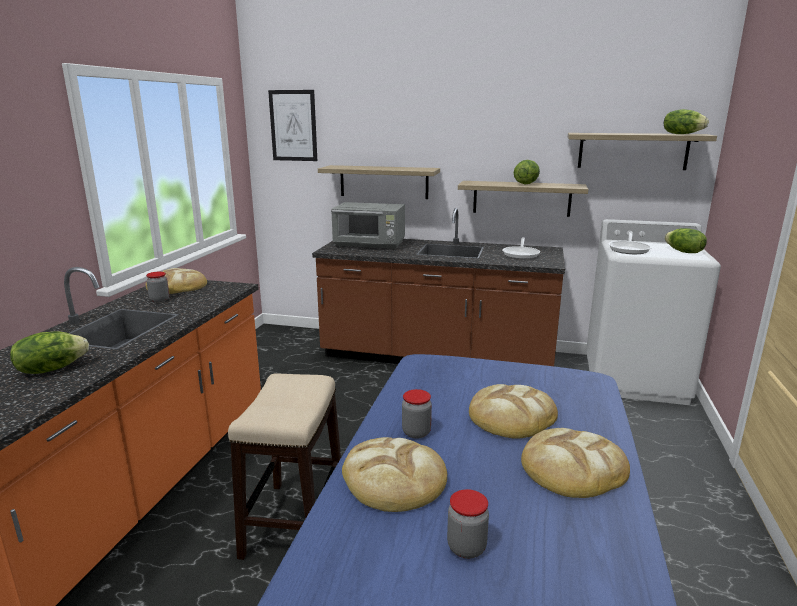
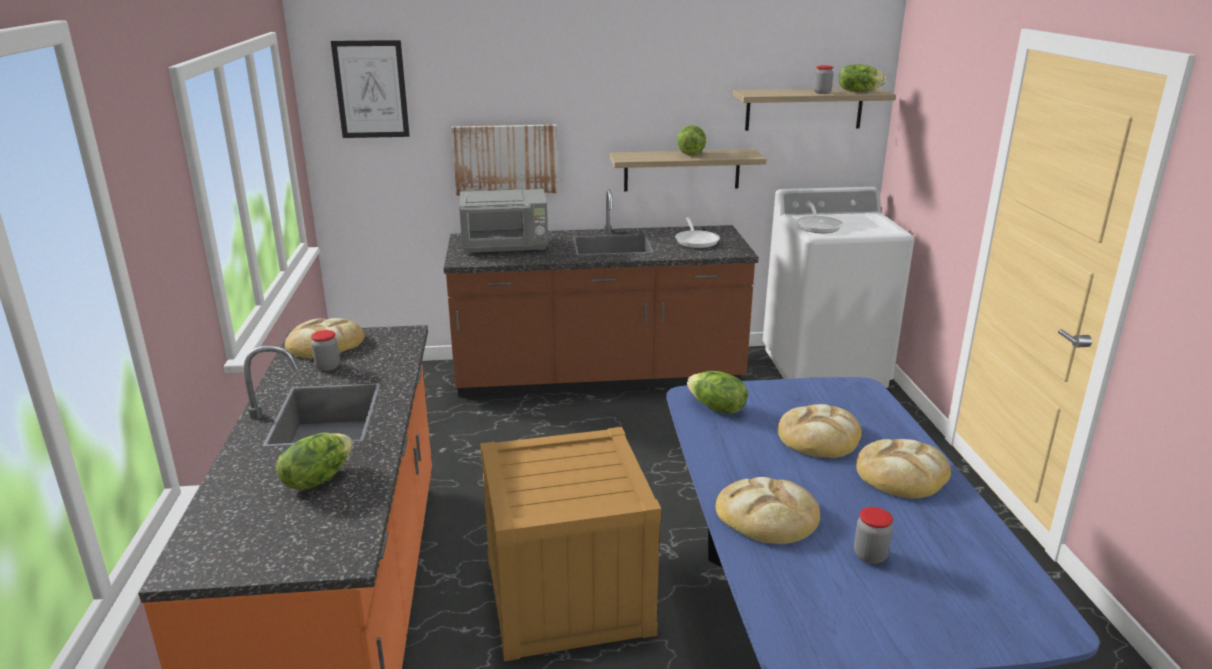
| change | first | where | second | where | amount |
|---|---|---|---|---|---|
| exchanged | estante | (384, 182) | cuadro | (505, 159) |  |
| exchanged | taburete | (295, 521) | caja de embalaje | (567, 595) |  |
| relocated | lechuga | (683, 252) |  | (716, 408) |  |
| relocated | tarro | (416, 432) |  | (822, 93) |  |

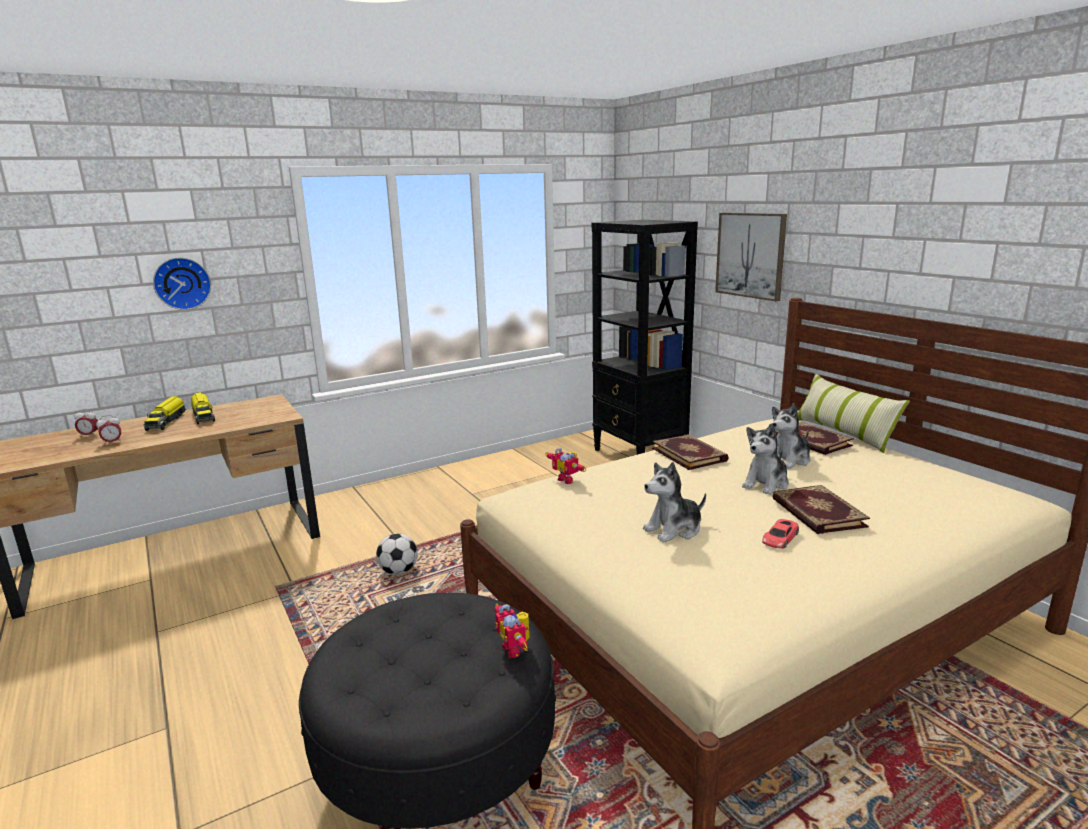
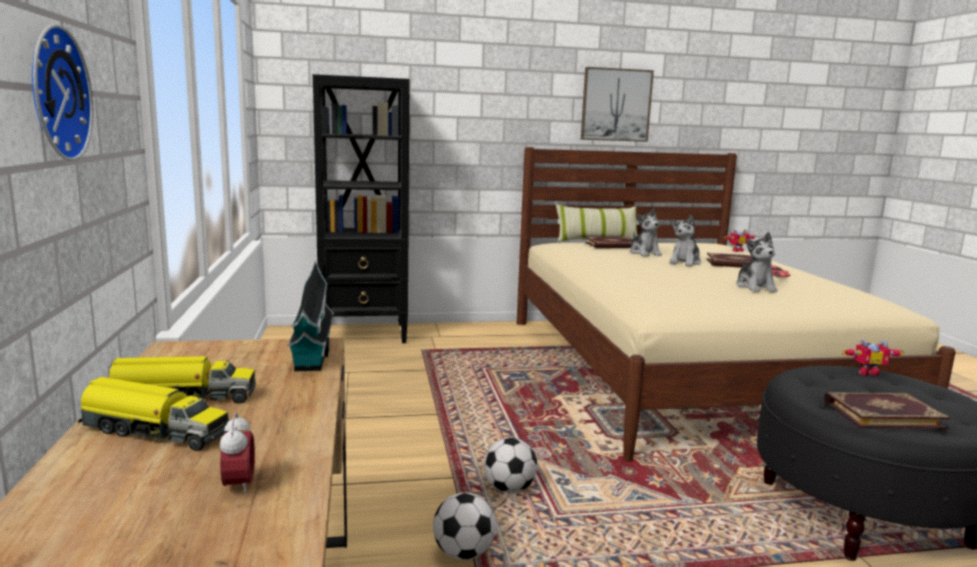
| change | first | where | second | where | amount |
|---|---|---|---|---|---|
| appeared |  |  | casita | (312, 355) |  |
| appeared |  |  | balón de fútbol | (463, 553) |  |
| relocated | cuadro | (751, 255) |  | (616, 105) |  |
| spun | peluche | (766, 484) |  | (685, 262) | 60 degrees clockwise |
| relocated | robot de juguete | (568, 479) |  | (736, 250) |  |
| relocated | libro | (689, 454) |  | (882, 413) |  |
| missing | despertador | (89, 435) |  |  |  |

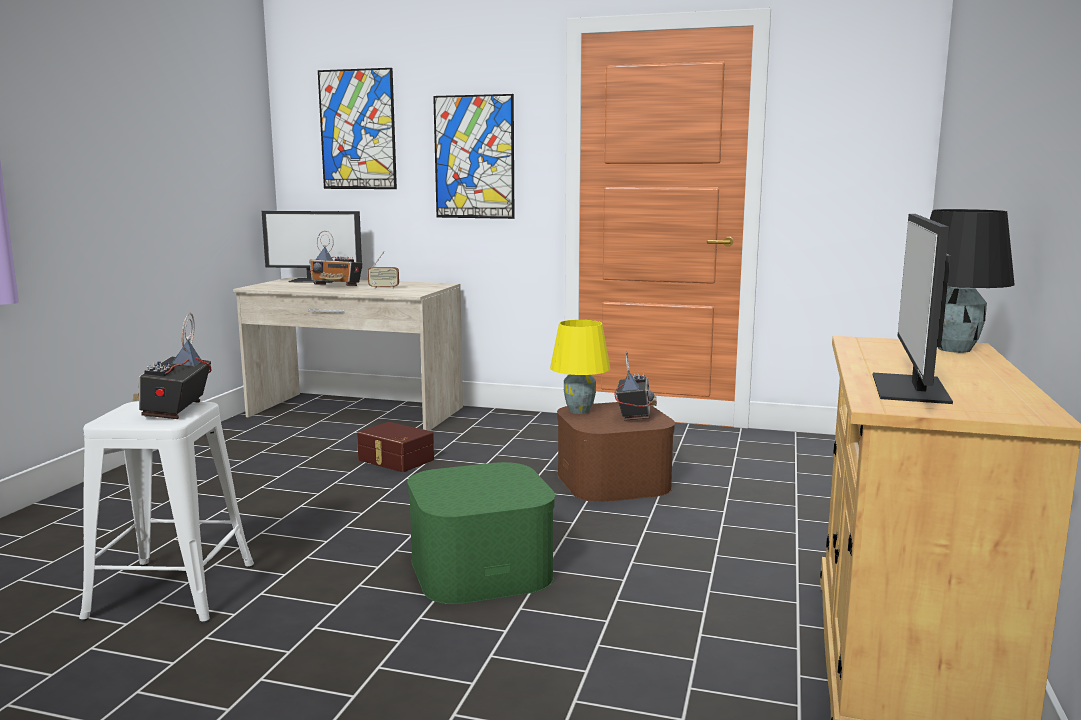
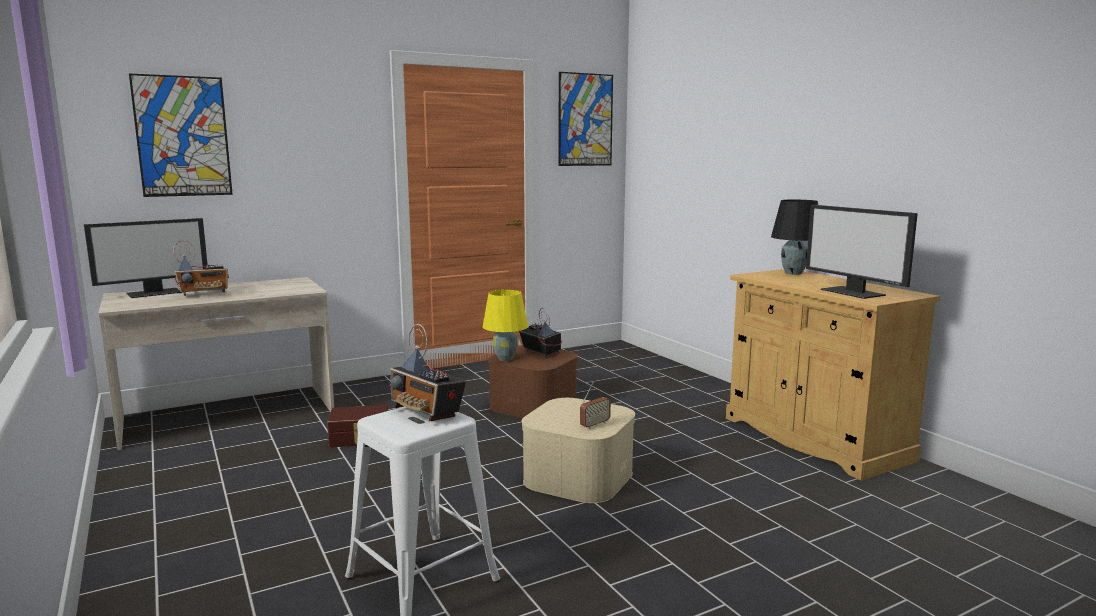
| change | first | where | second | where | amount |
|---|---|---|---|---|---|
| colour | caja de almacenaje/verde | (481, 568) | caja de almacenaje/beis | (578, 476) |  |
| relocated | cuadro | (474, 157) |  | (585, 120) |  |
| relocated | radio | (384, 288) |  | (594, 425) |  |

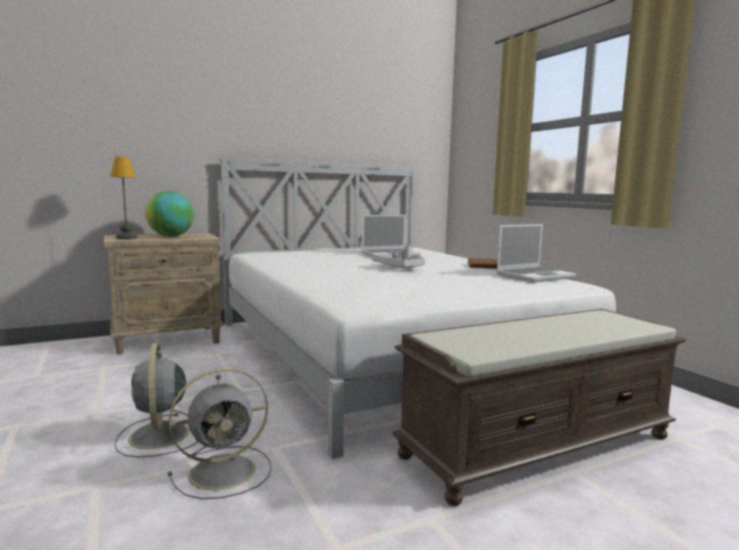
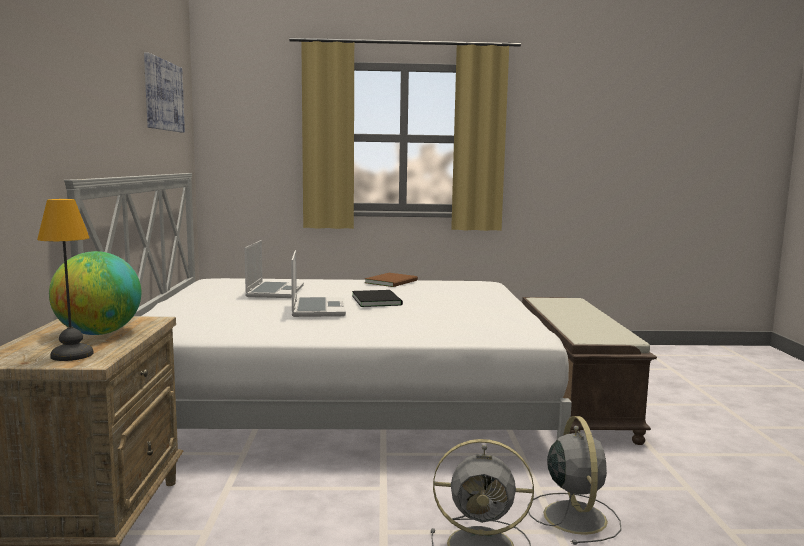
| change | first | where | second | where | amount |
|---|---|---|---|---|---|
| appeared |  |  | cuadro | (163, 95) |  |
| relocated | portátil | (535, 276) |  | (317, 309) |  |
| exchanged | bandeja/gris | (400, 267) | libro/negro | (377, 300) |  |

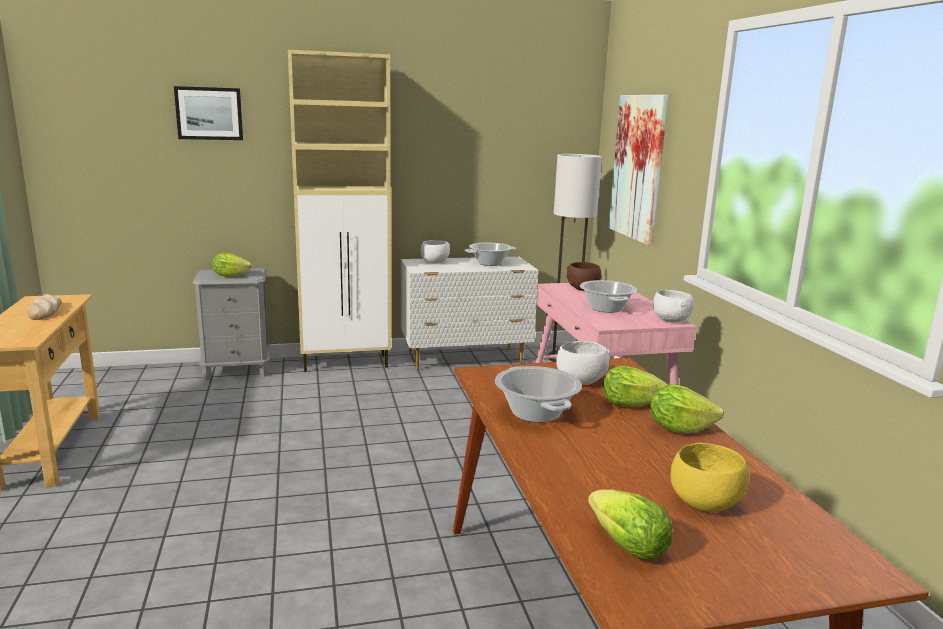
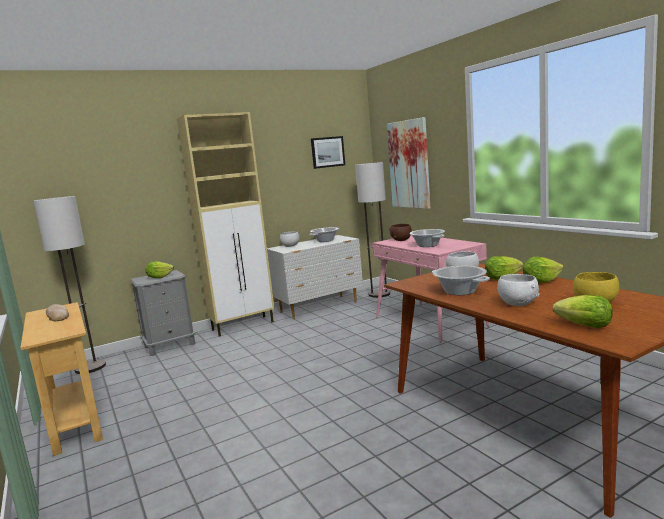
| change | first | where | second | where | amount |
|---|---|---|---|---|---|
| appeared |  |  | lámpara de pie | (90, 367) |  |
| relocated | cuadro | (209, 113) |  | (327, 152) |  |
| relocated | cuenco/blanco | (671, 320) |  | (517, 304) |  |

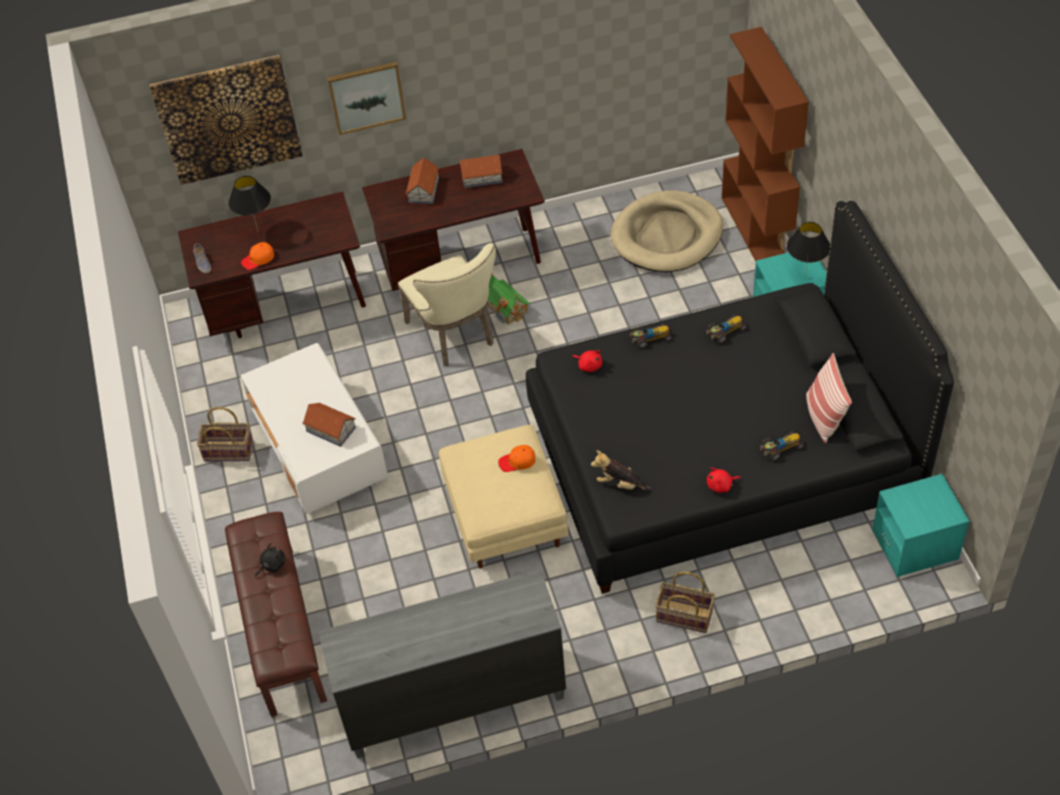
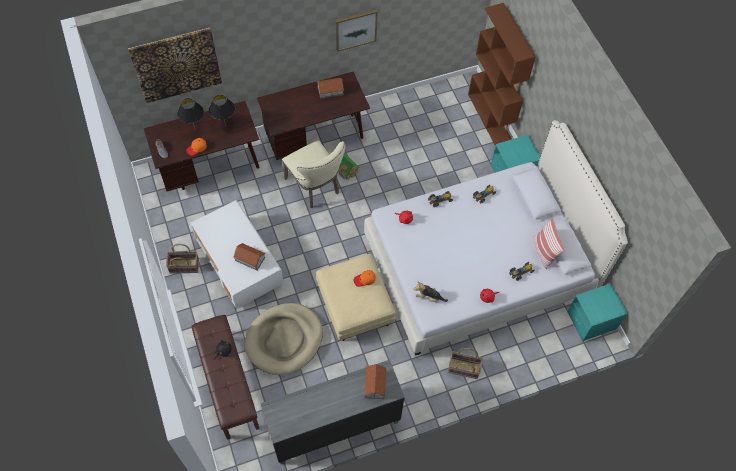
| change | first | where | second | where | amount |
|---|---|---|---|---|---|
| relocated | lámpara de mesa/negro | (805, 278) |  | (225, 125) |  |
| relocated | cama para perro/beis | (667, 236) |  | (284, 340) |  |
| relocated | cuadro | (366, 97) |  | (356, 29) |  |
| colour | cama/negro | (721, 456) | cama/blanco | (478, 265) |  |
| relocated | casita | (423, 190) |  | (374, 385) |  |

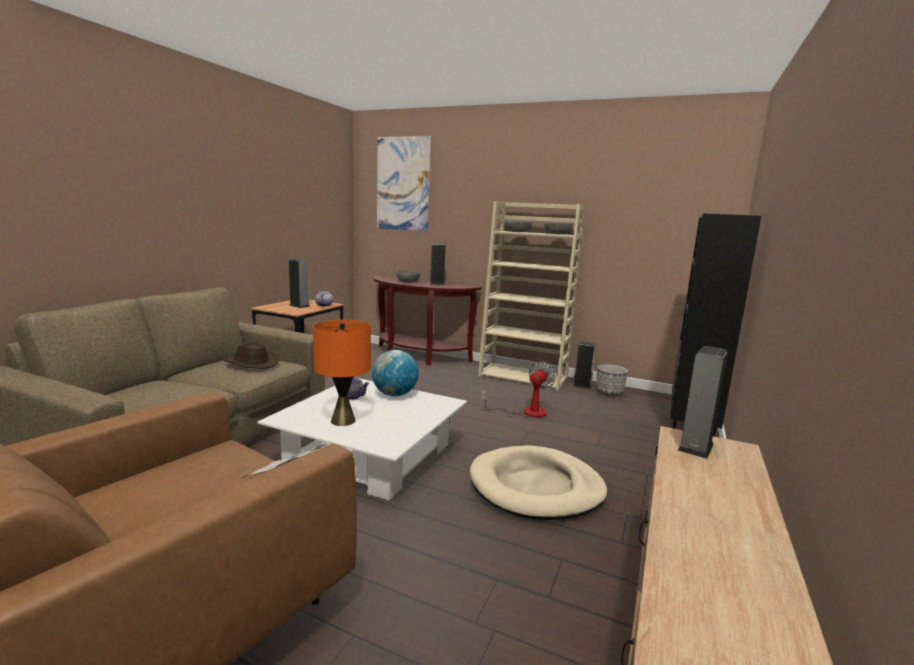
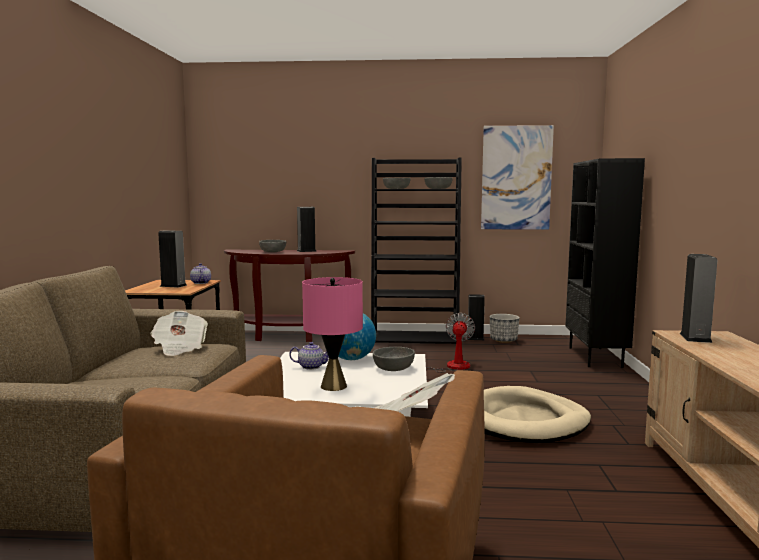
| change | first | where | second | where | amount |
|---|---|---|---|---|---|
| exchanged | sombrero/marrón | (251, 363) | periódico | (179, 348) |  |
| colour | lámpara de mesa/naranja | (342, 421) | lámpara de mesa/rosa | (333, 386) |  |
| colour | estantería/beis | (524, 377) | estantería/negro | (415, 339) |  |
| appeared |  |  | cuenco/gris | (393, 368) |  |
| relocated | cuadro | (403, 184) |  | (516, 178) |  |

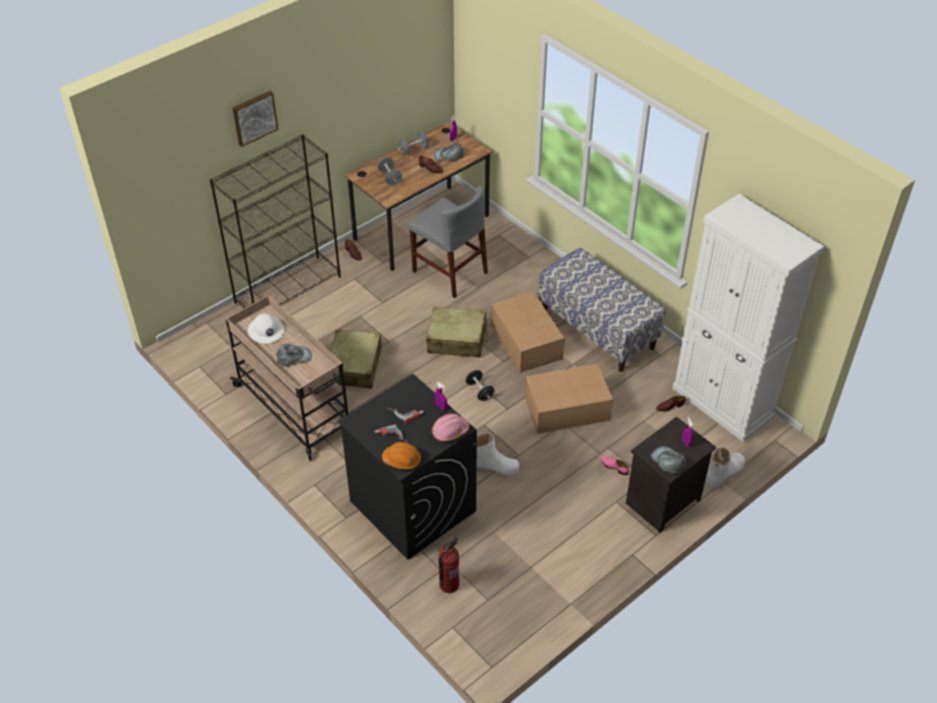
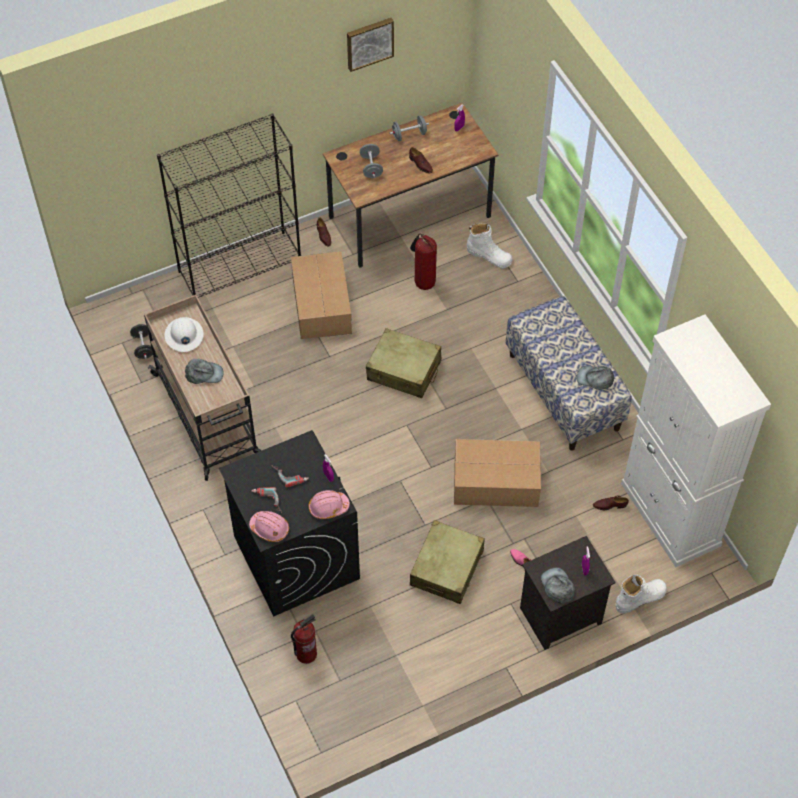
| change | first | where | second | where | amount |
|---|---|---|---|---|---|
| relocated | mancuerna/negro | (479, 391) |  | (143, 347) |  |
| colour | casco/naranja | (402, 460) | casco/rosa | (270, 528) |  |
| relocated | caja de cartón | (526, 340) |  | (322, 303) |  |
| relocated | cuadro | (254, 117) |  | (369, 43) |  |
| exchanged | silla/gris | (449, 272) | extintor | (423, 282) |  |
| relocated | maleta/beis | (354, 366) |  | (447, 568) |  |
| relocated | bota/blanco | (494, 465) |  | (489, 256) |  |
| relocated | gorra/gris | (448, 155) |  | (595, 379) |  |

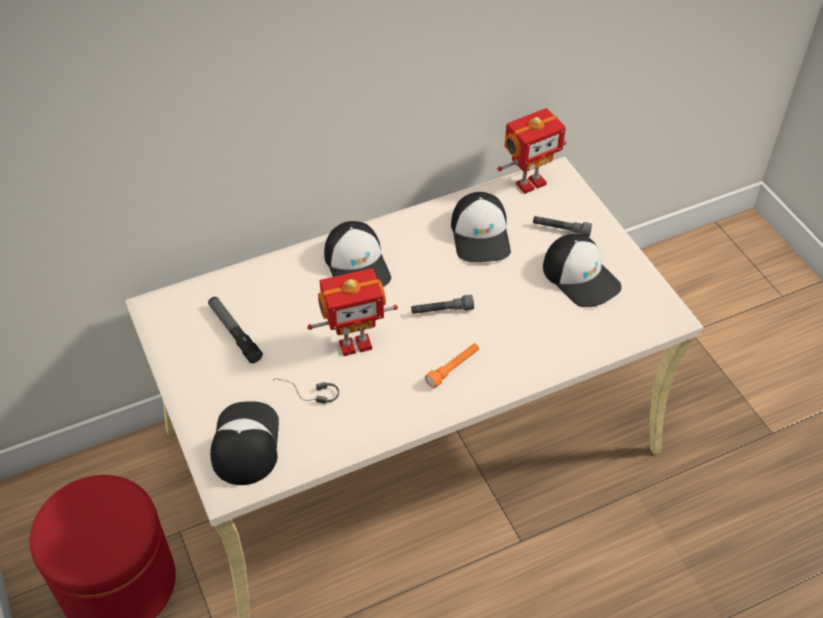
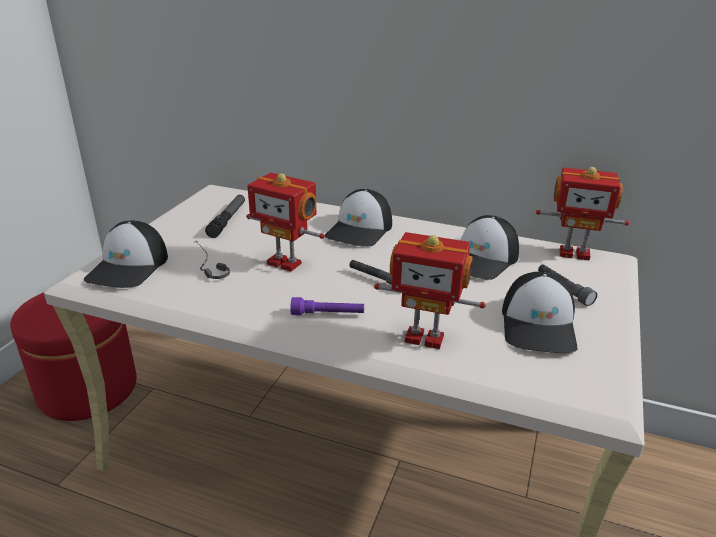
| change | first | where | second | where | amount |
|---|---|---|---|---|---|
| spun | gorra | (245, 443) |  | (129, 267) | 150 degrees clockwise |
| colour | linterna/naranja | (453, 368) | linterna/morado | (327, 314) |  |
| appeared |  |  | robot de juguete | (424, 337) |  |

